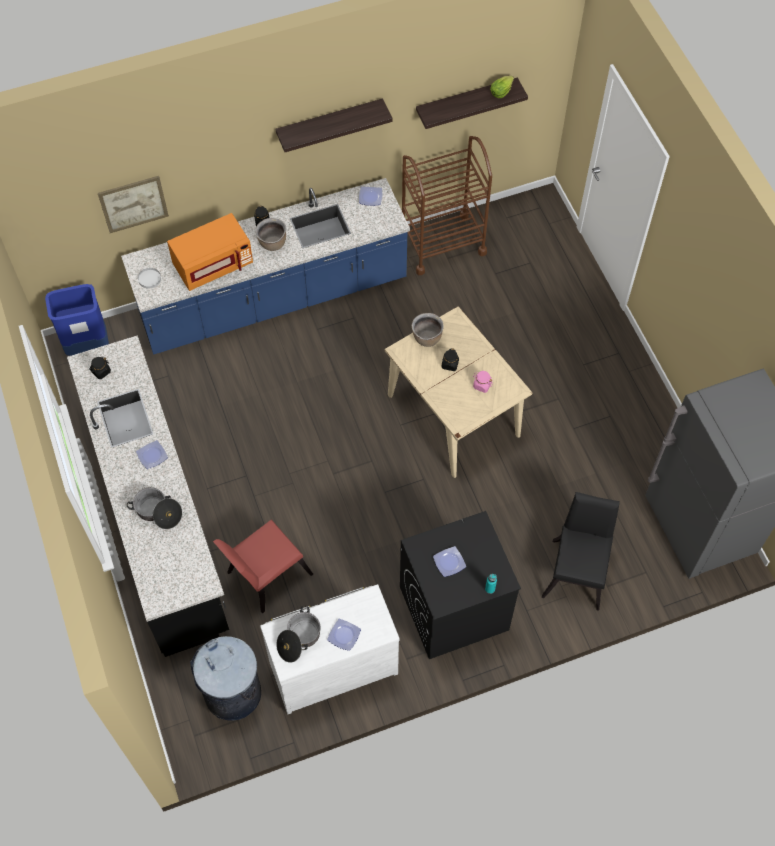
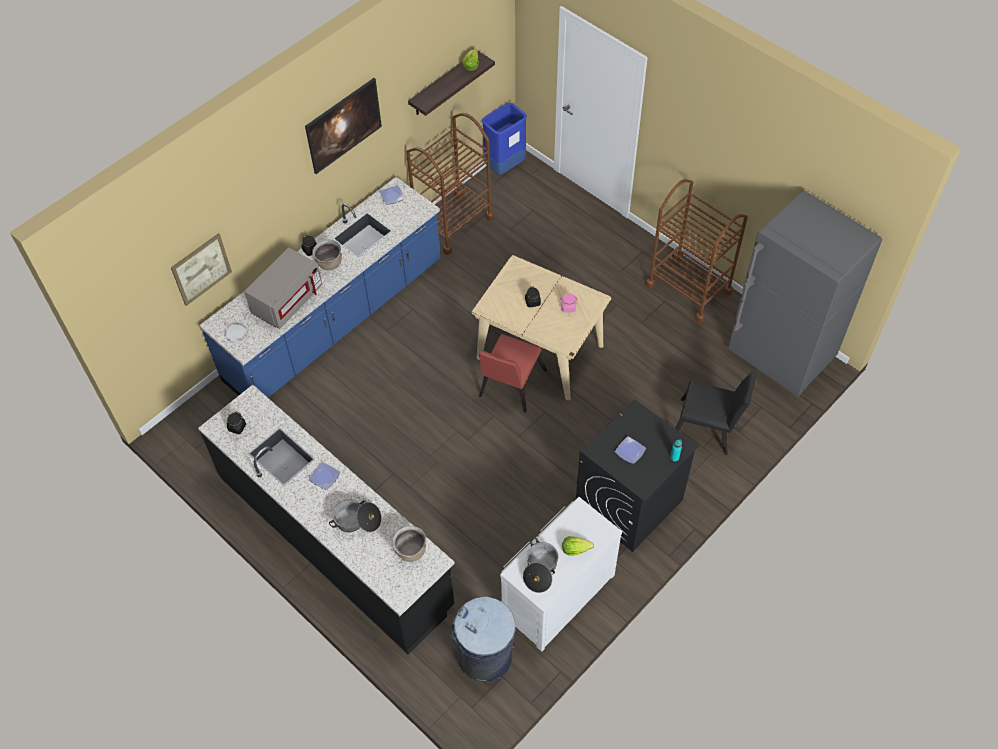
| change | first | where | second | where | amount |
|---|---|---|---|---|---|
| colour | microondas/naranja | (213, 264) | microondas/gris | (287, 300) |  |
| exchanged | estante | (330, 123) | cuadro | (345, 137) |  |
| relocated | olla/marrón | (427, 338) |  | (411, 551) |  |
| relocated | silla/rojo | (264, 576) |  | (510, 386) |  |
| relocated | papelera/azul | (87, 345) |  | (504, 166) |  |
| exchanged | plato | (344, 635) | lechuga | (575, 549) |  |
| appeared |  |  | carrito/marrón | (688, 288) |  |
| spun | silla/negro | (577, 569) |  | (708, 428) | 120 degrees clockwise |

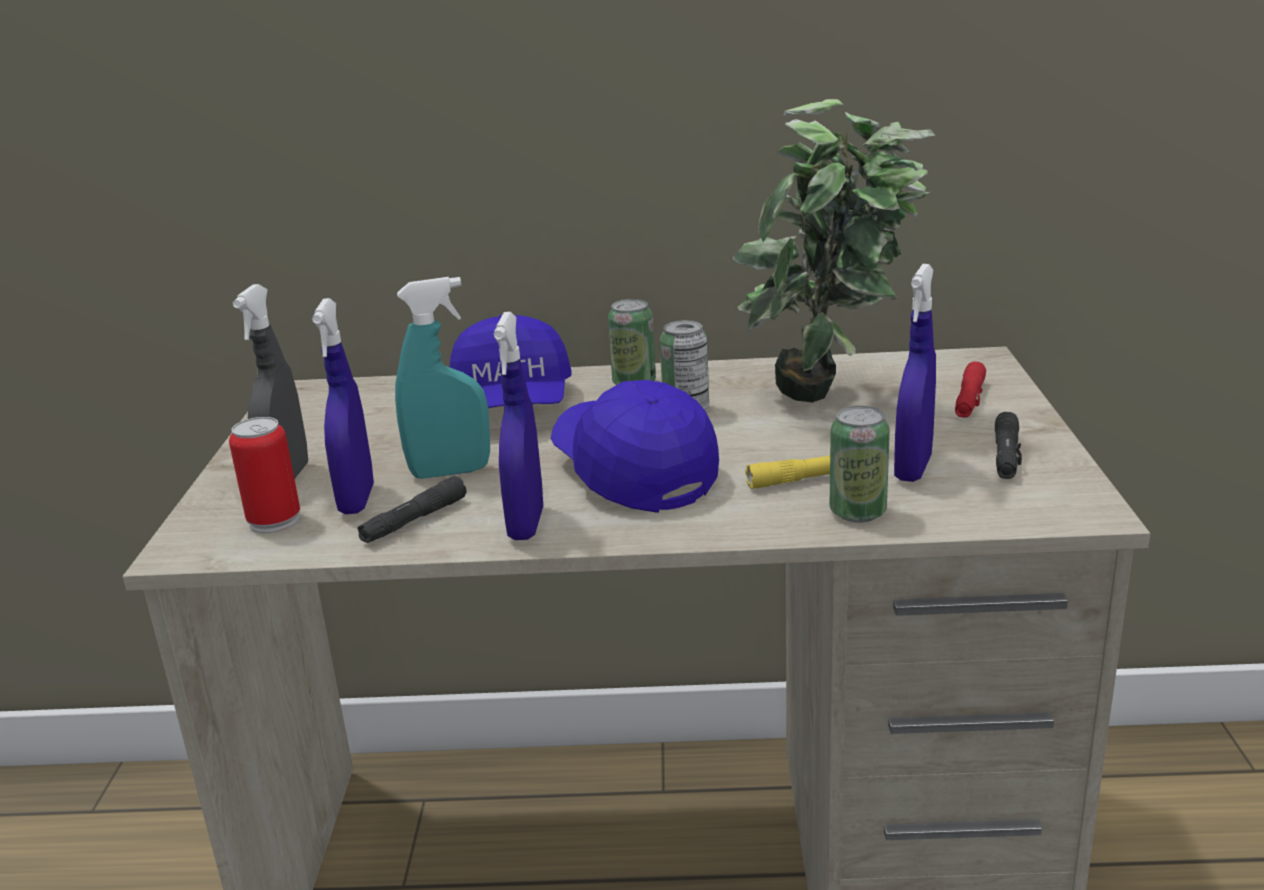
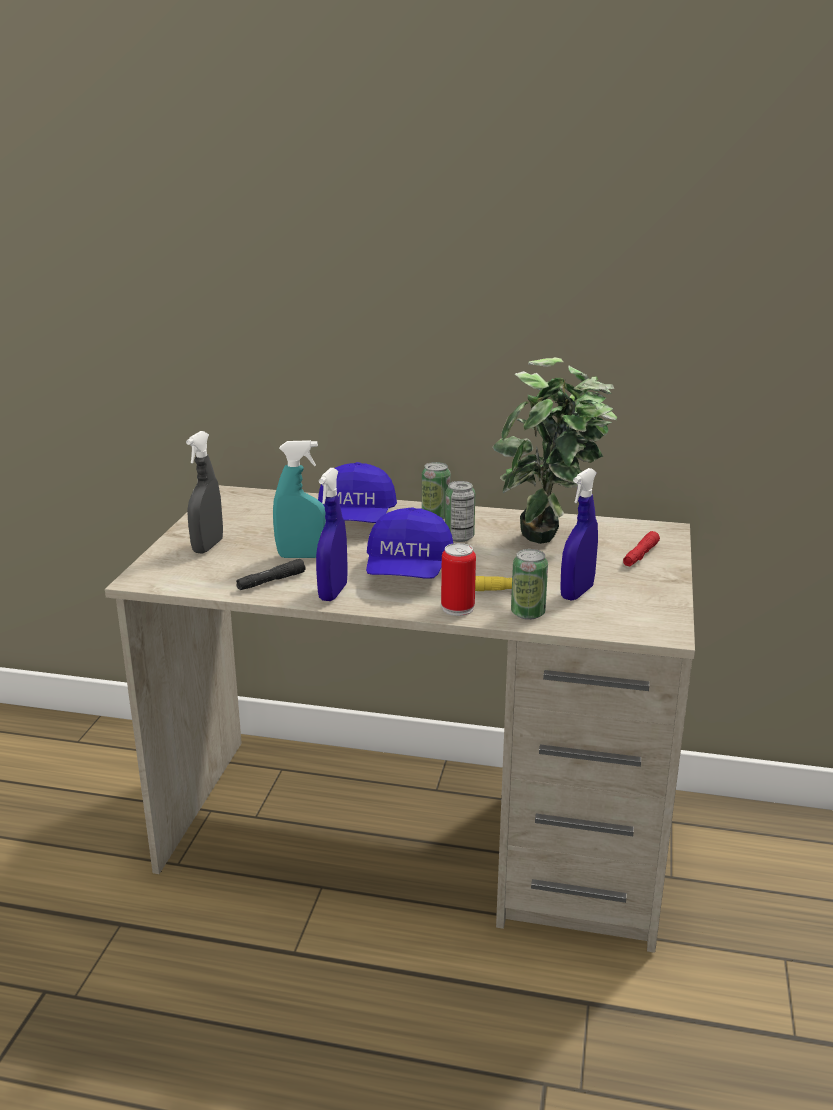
| change | first | where | second | where | amount |
|---|---|---|---|---|---|
| spun | gorra/azul | (633, 472) |  | (408, 571) | 150 degrees counterclockwise |
| relocated | lata | (274, 520) |  | (457, 608) |  |
| missing | pulverizador/azul | (357, 500) |  |  |  |
| missing | linterna/negro | (1006, 456) |  |  |  |

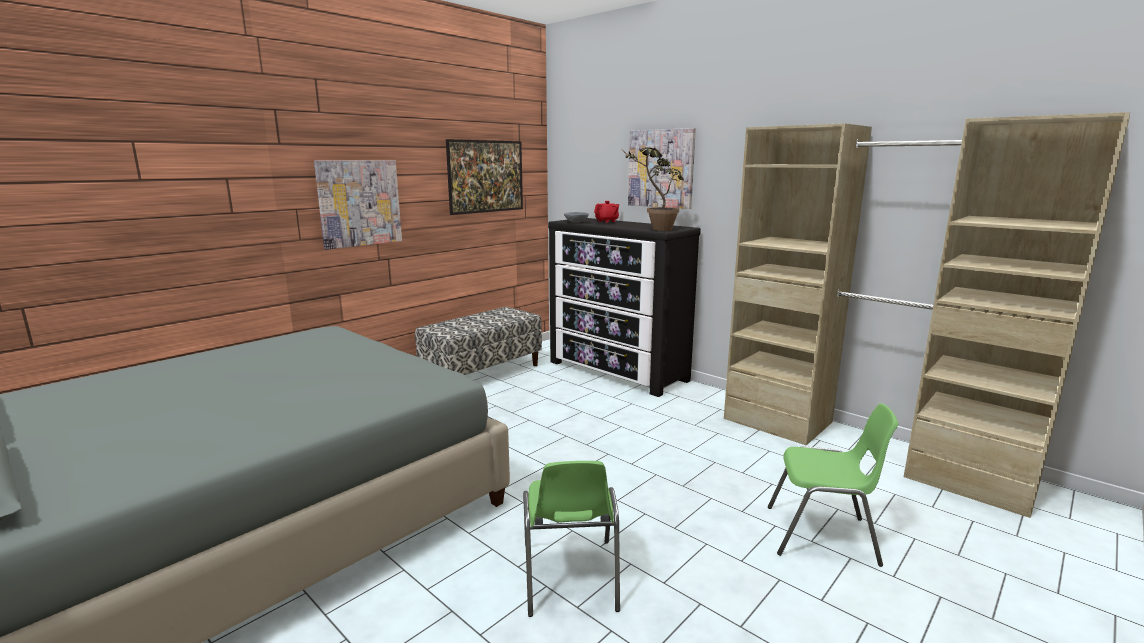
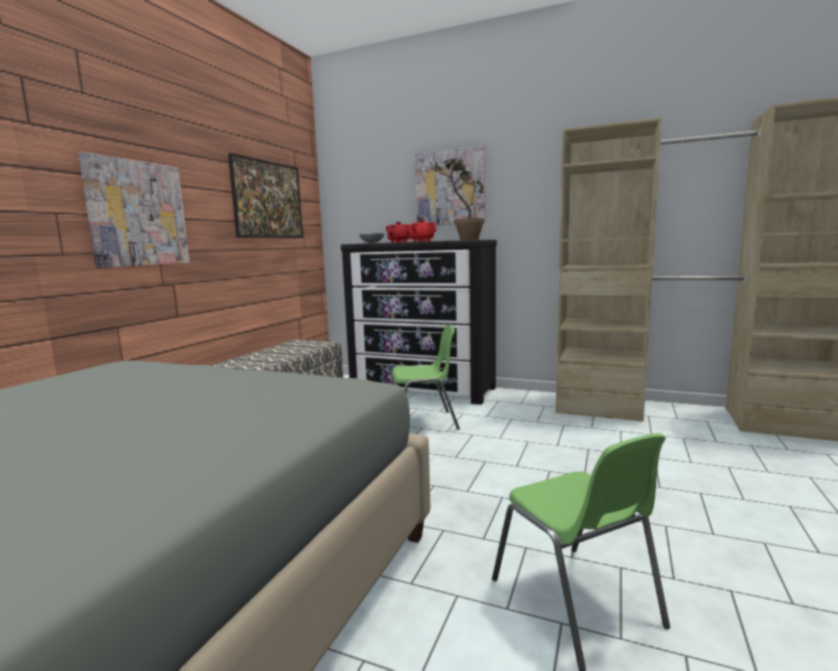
| change | first | where | second | where | amount |
|---|---|---|---|---|---|
| relocated | silla/verde | (823, 536) |  | (423, 423) |  |
| appeared |  |  | tetera/rojo | (421, 241) |  |

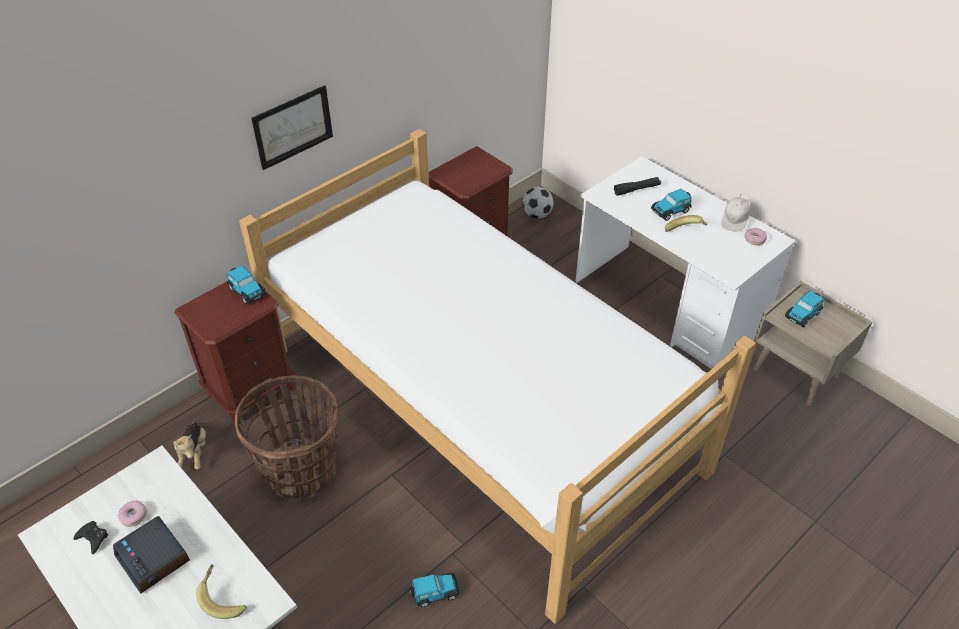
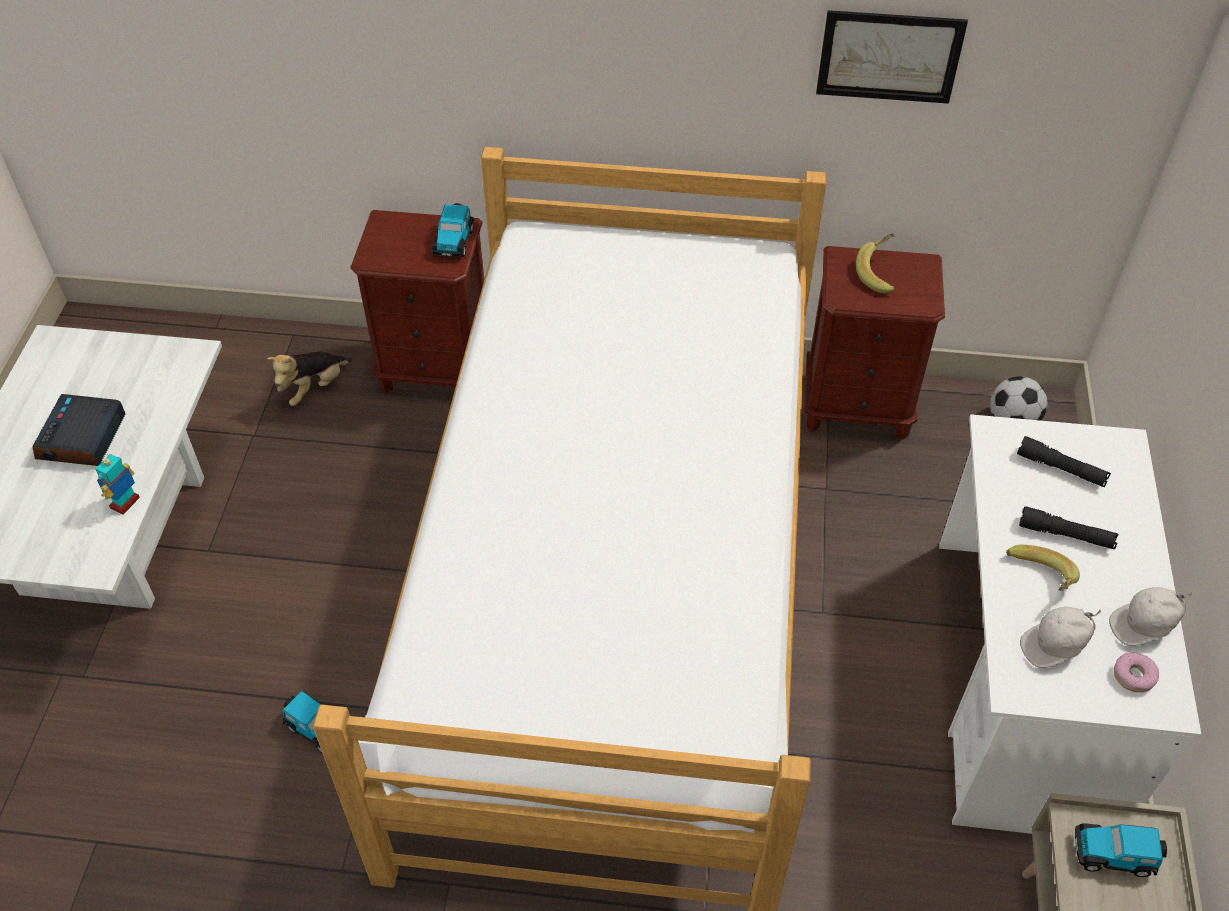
| change | first | where | second | where | amount |
|---|---|---|---|---|---|
| appeared |  |  | robot de juguete | (126, 503) |  |
| relocated | cuadro | (293, 127) |  | (889, 56) |  |
| relocated | plátano | (224, 598) |  | (880, 274) |  |
| exchanged | coche de juguete | (671, 211) | linterna/negro | (1066, 535) |  |
| appeared |  |  | gorra/blanco | (1055, 646) |  |
| missing | mando de consola/negro | (93, 538) |  |  |  |
| missing | rosquilla | (133, 516) |  |  |  |
| missing | cesta | (300, 470) |  |  |  |

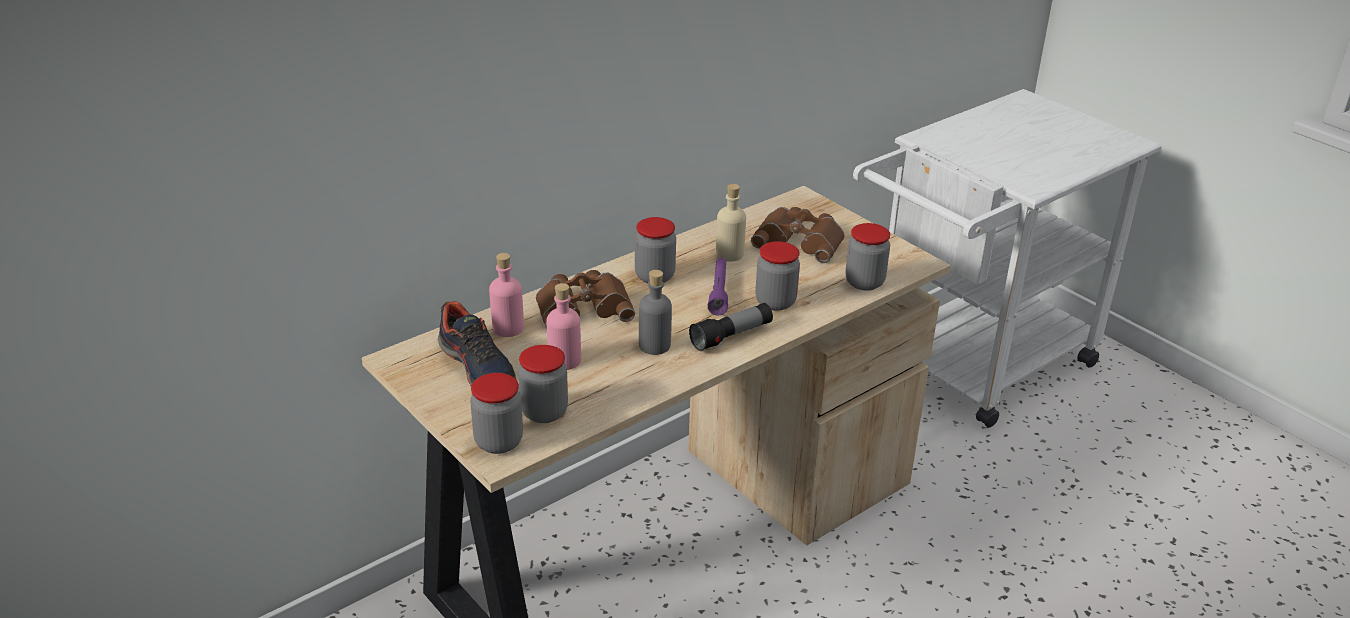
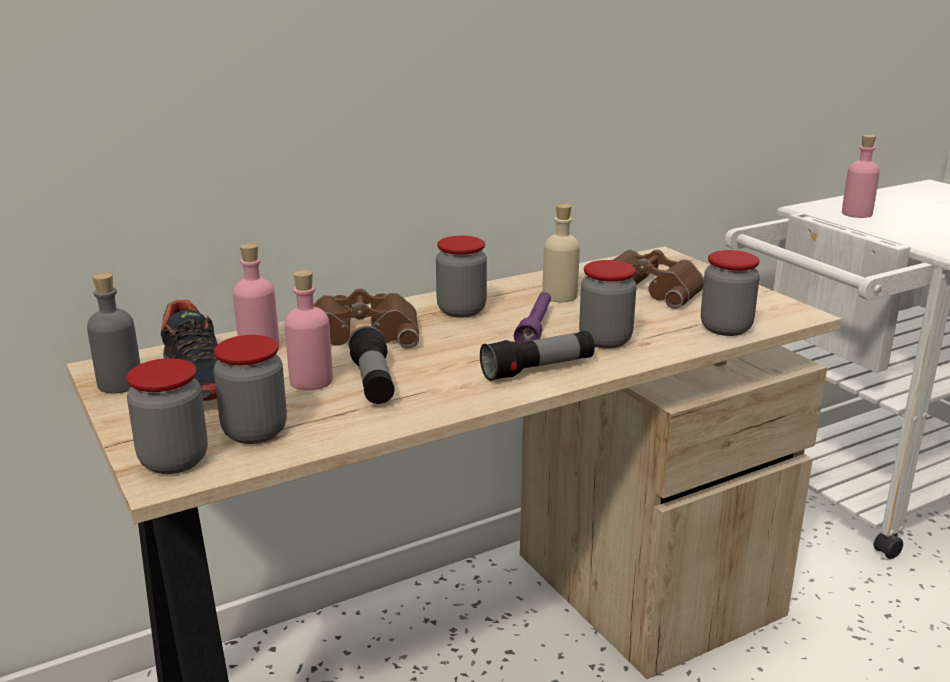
| change | first | where | second | where | amount |
|---|---|---|---|---|---|
| relocated | botella/gris | (654, 345) |  | (120, 384) |  |
| appeared |  |  | linterna | (373, 382) |  |
| appeared |  |  | botella/rosa | (856, 214) |  |

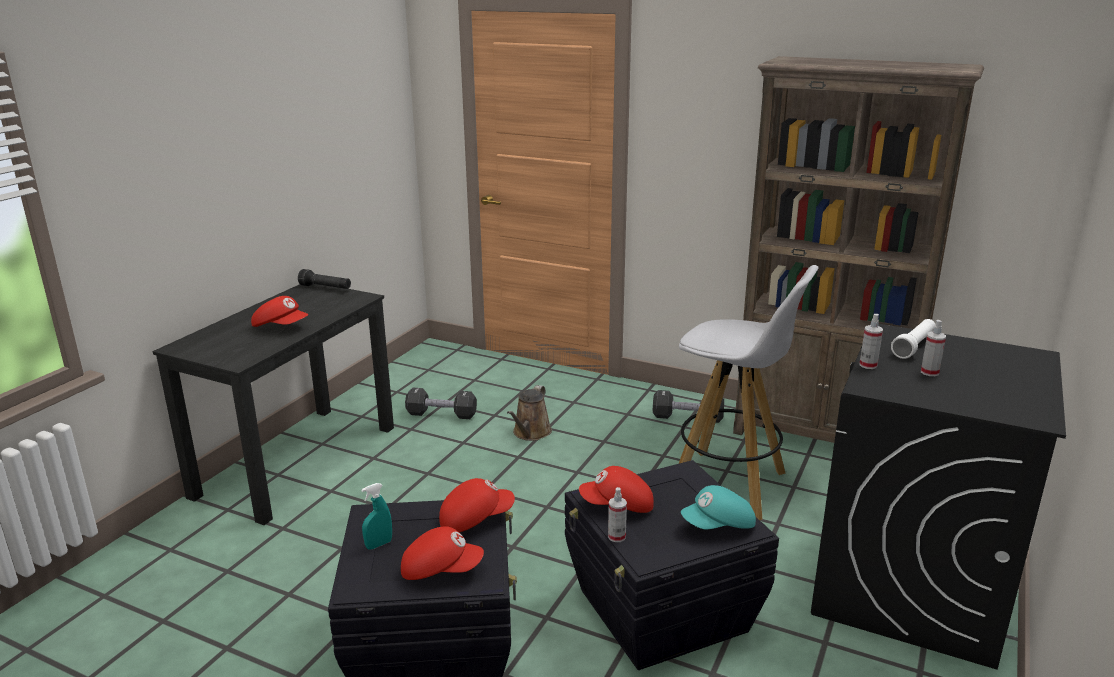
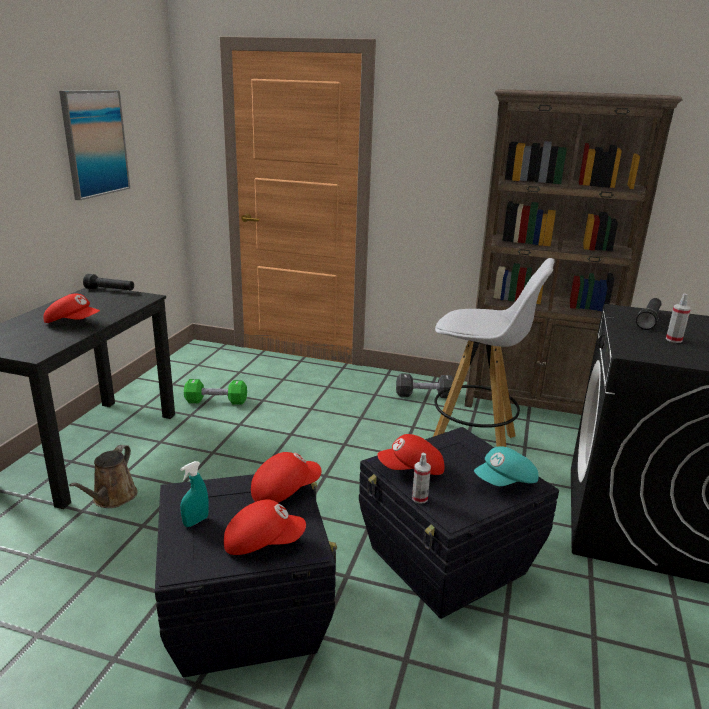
| change | first | where | second | where | amount |
|---|---|---|---|---|---|
| appeared |  |  | cuadro | (95, 143) |  |
| relocated | regadera/marrón | (530, 433) |  | (112, 498) |  |
| colour | mancuerna/negro | (441, 414) | mancuerna/verde | (216, 401) |  |
| colour | linterna/blanco | (914, 346) | linterna/negro | (648, 320) |  |
| missing | pulverizador | (868, 365) |  |  |  |

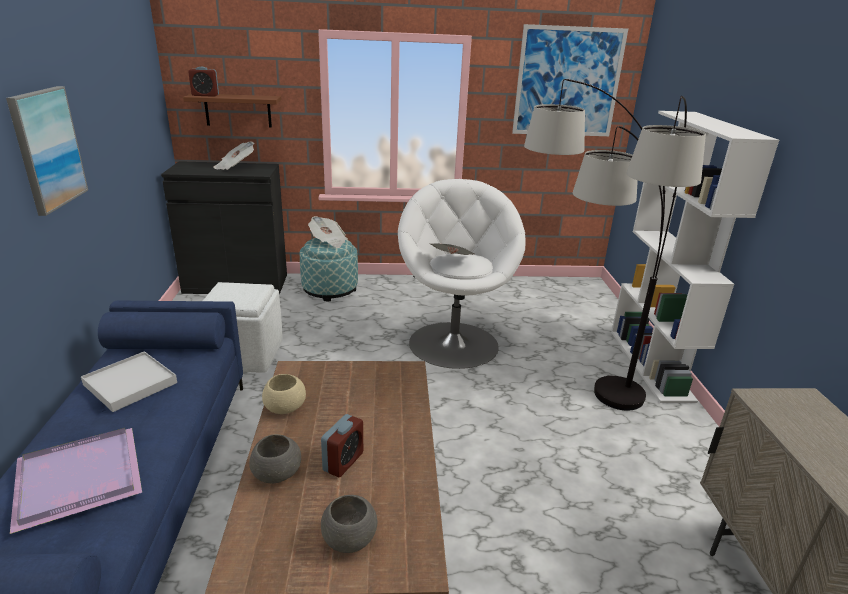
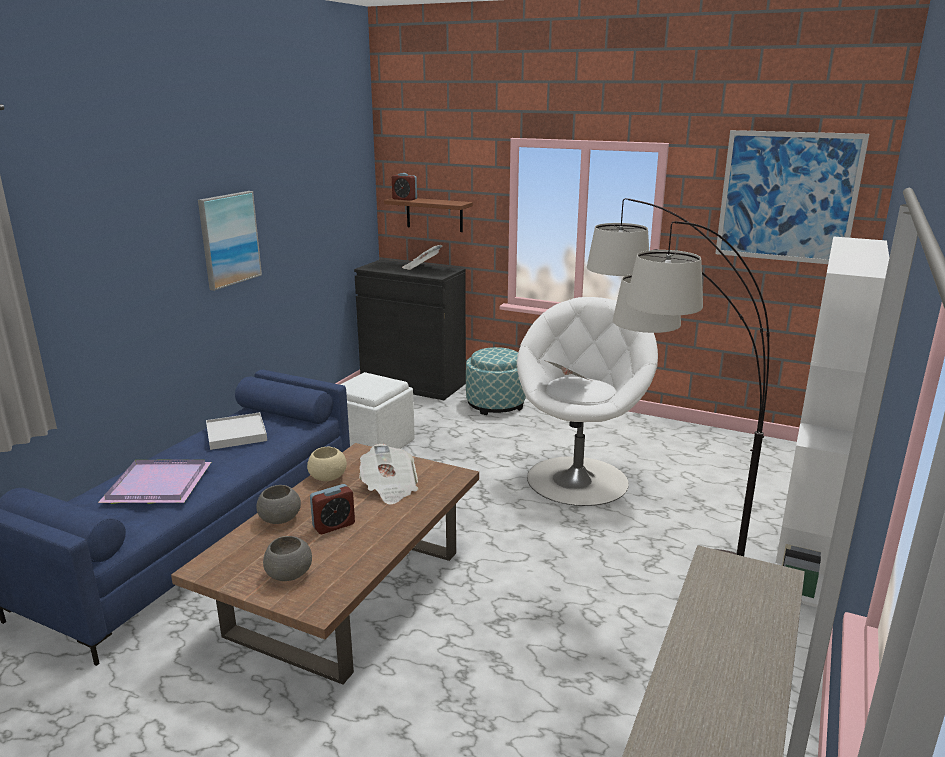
| change | first | where | second | where | amount |
|---|---|---|---|---|---|
| relocated | periódico | (328, 242) |  | (389, 488) |  |

